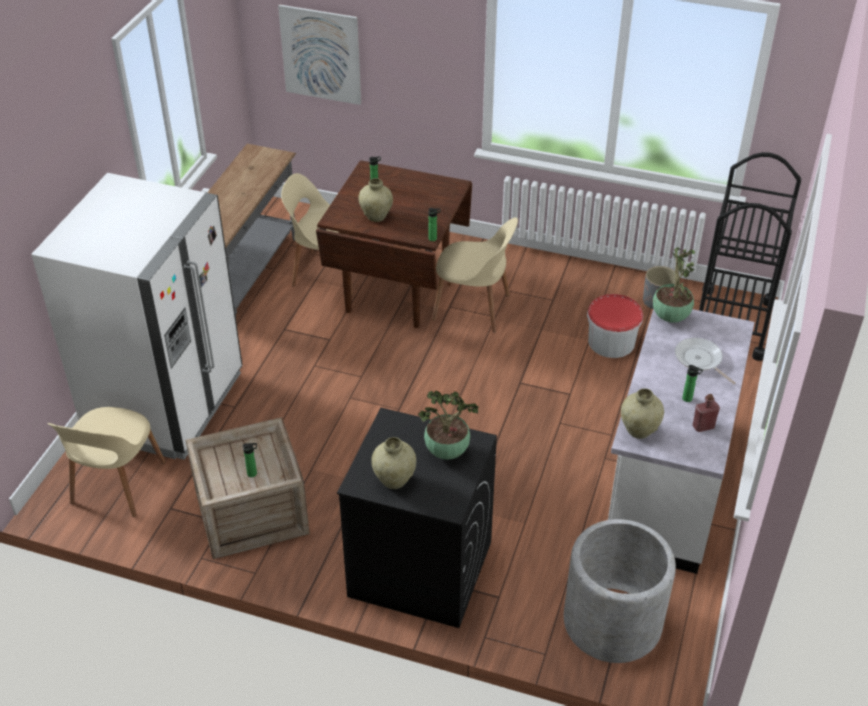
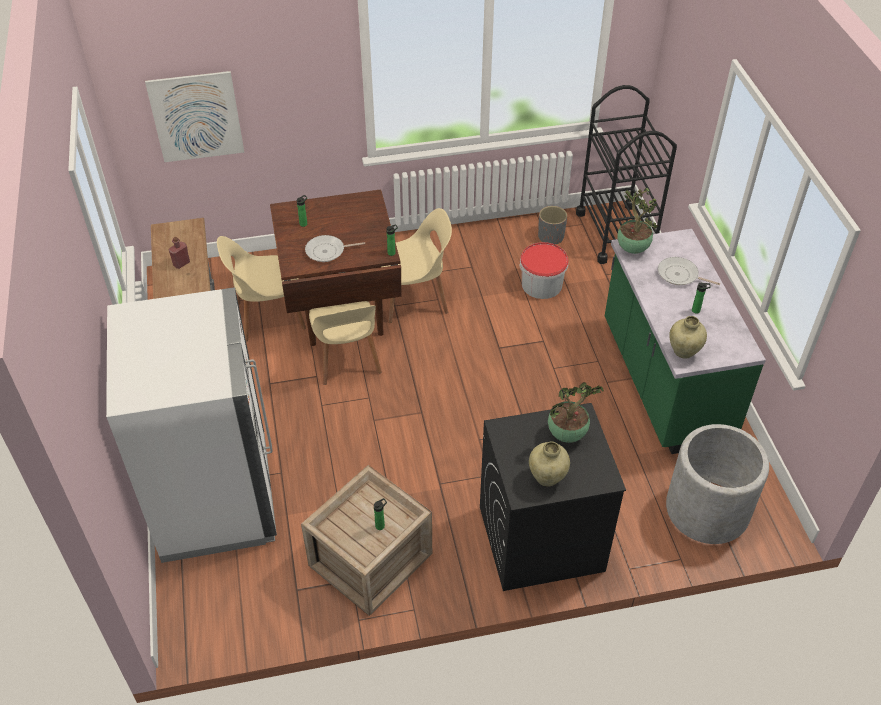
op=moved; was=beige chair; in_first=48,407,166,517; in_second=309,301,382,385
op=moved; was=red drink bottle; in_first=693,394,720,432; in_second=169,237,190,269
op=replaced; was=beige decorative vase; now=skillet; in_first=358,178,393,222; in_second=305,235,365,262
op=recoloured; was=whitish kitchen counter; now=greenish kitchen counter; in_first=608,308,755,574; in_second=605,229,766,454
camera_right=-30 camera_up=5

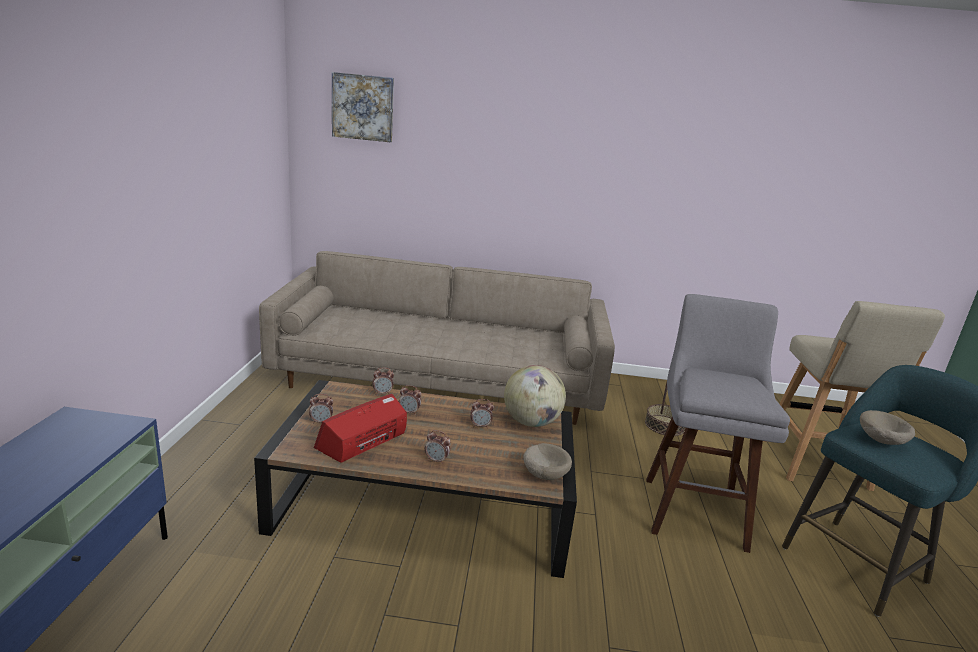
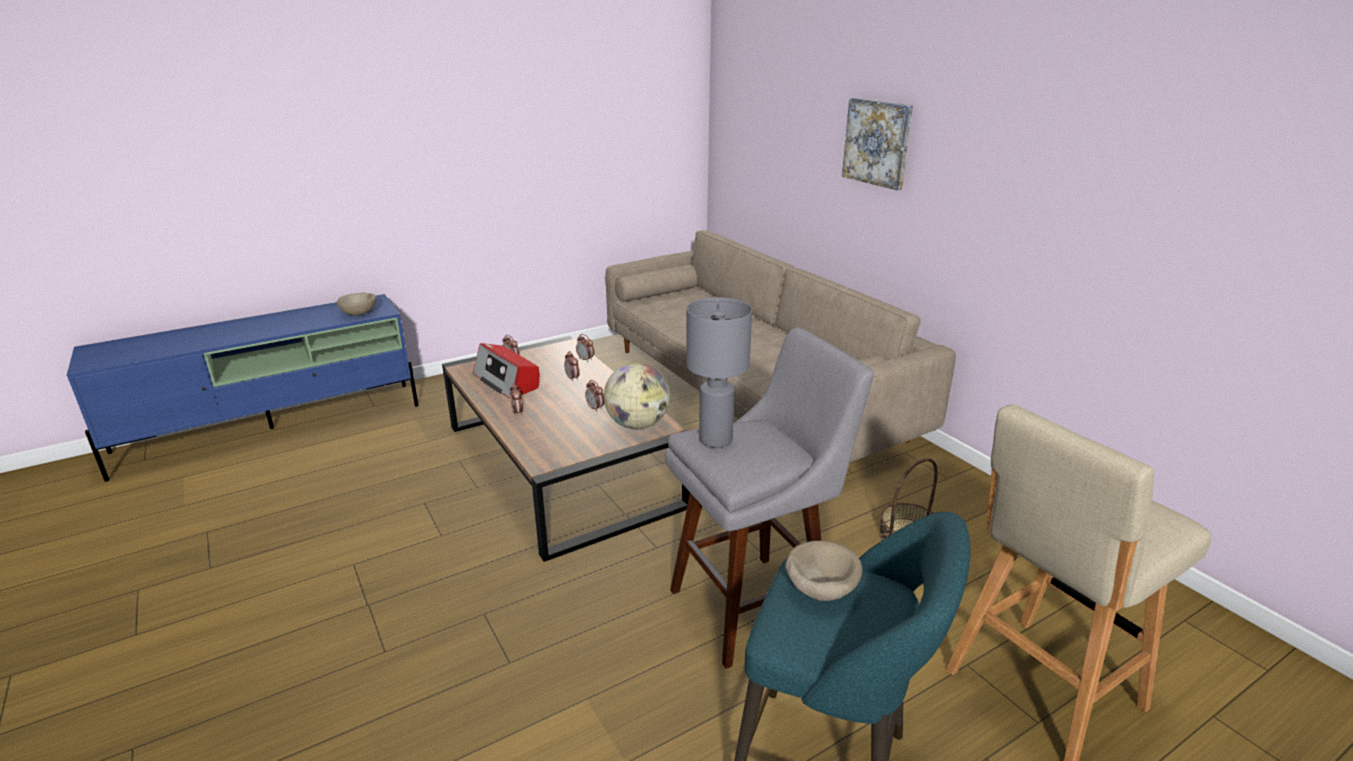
op=added; now=grey lamp for a table; in_second=686,297,752,448
op=moved; was=wall picture; in_first=332,72,394,142; in_second=842,98,913,190
op=moved; was=beige serving bowl; in_first=524,443,572,480; in_second=337,292,376,316
op=turned; was=radio; in_first=314,394,407,463; in_second=473,343,540,398; clockwise=-135
camera_right=55 camera_up=5

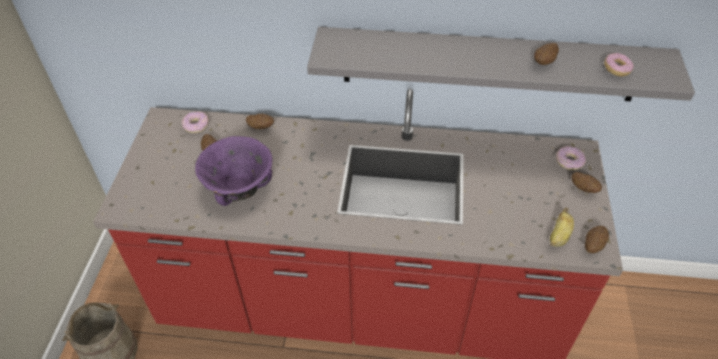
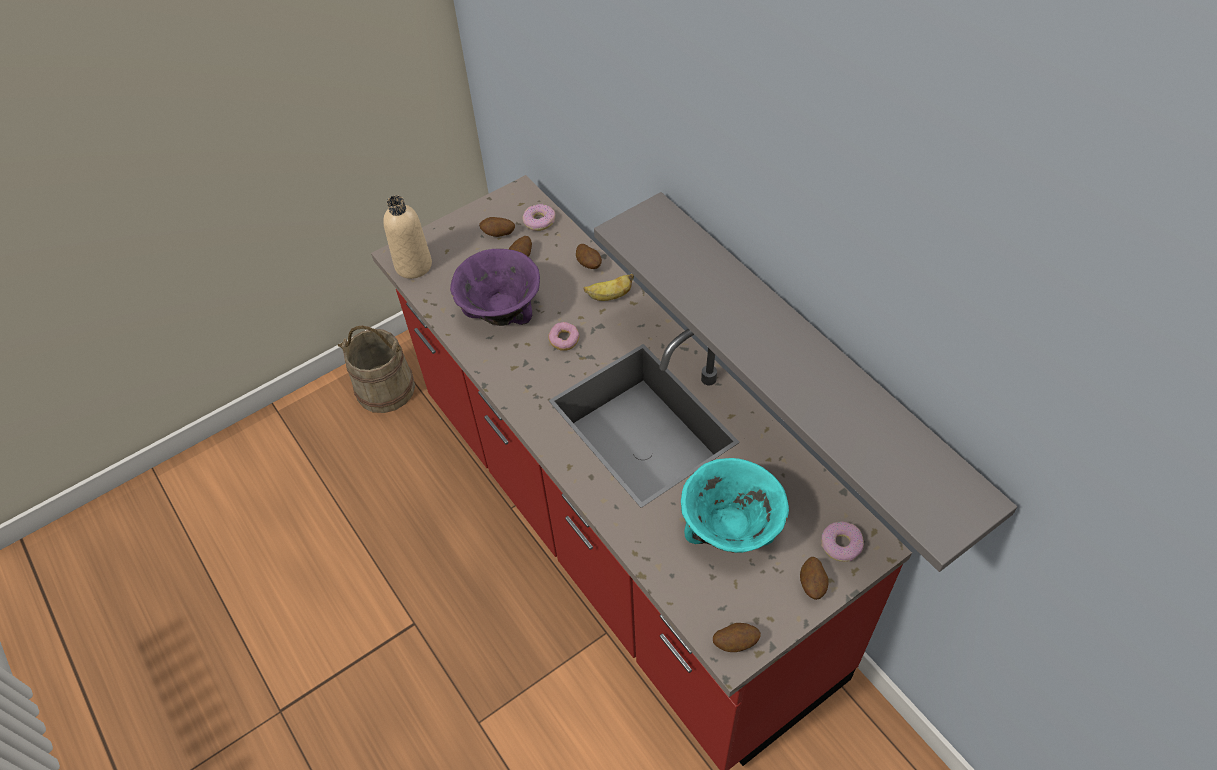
op=added; now=beige drink bottle; in_second=383,195,432,279
op=added; now=turquoise serving bowl; in_second=681,458,789,553
op=moved; was=spud; in_first=534,43,559,65; in_second=479,217,515,237
op=moved; was=whole banana; in_first=550,207,574,247; in_second=583,274,634,301
op=moved; was=donut; in_first=604,53,634,76; in_second=548,322,579,351
camera_right=50 camera_up=5

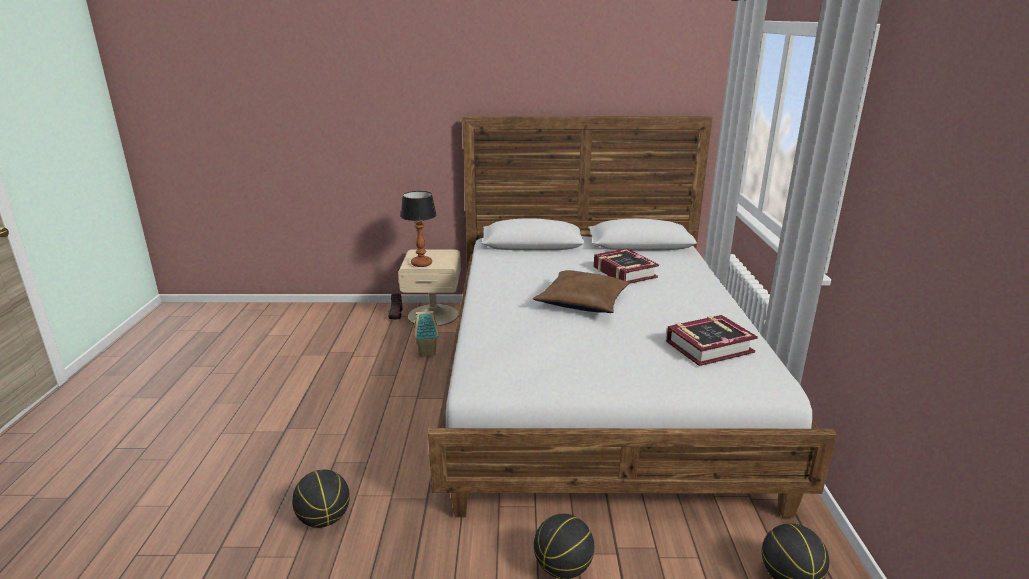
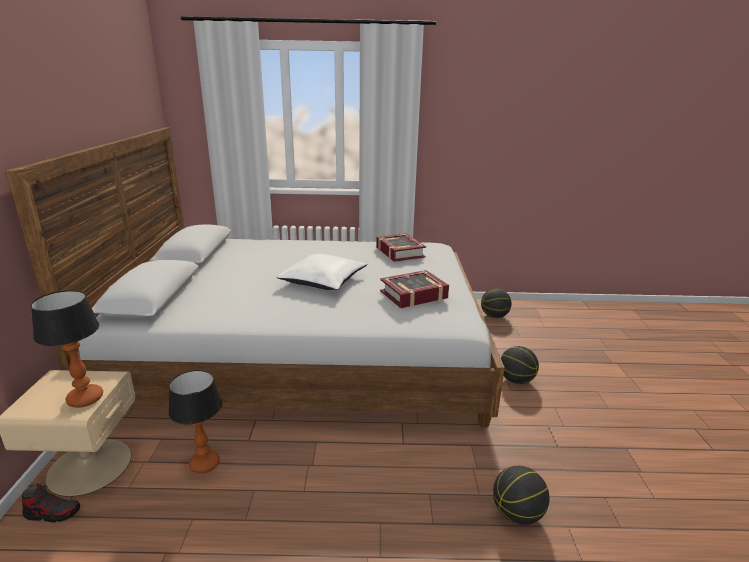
op=moved; was=book; in_first=594,248,659,284; in_second=380,270,449,308
op=replaced; was=toy house; now=lamp for a table; in_first=414,311,439,357; in_second=168,370,222,474
op=recoloured; was=brown-coloured throw pillow; now=whitish throw pillow; in_first=533,270,630,313; in_second=277,254,368,290
camera_right=-90 camera_up=0

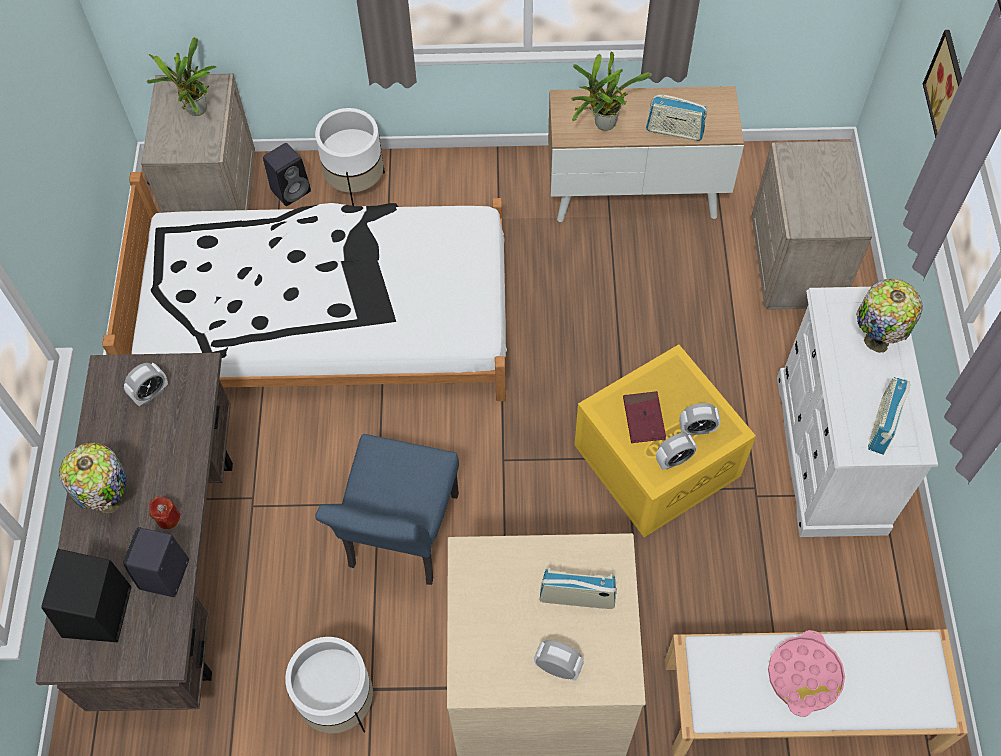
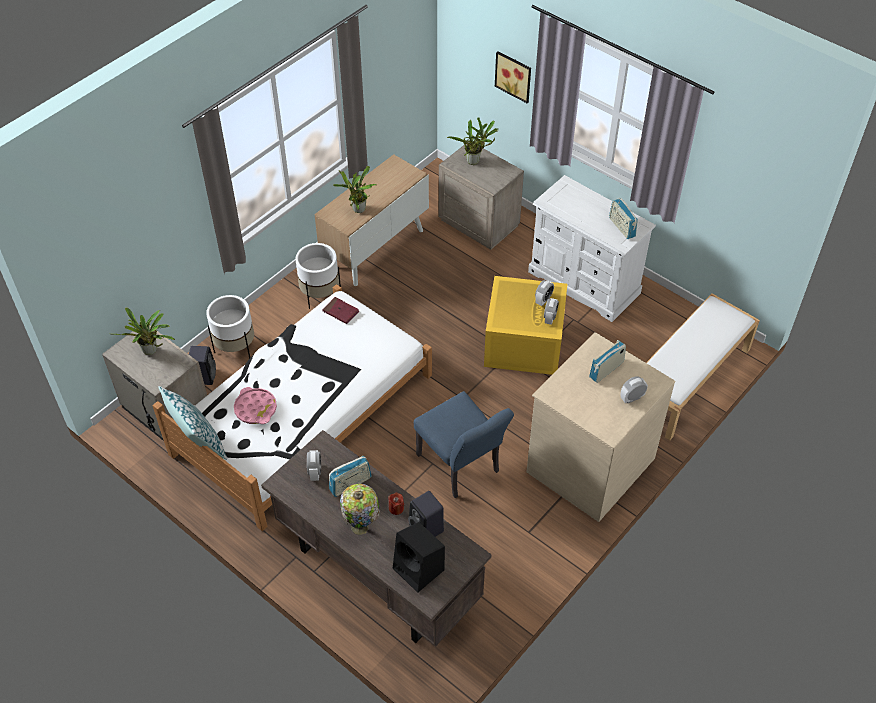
op=removed; was=lamp for a table; in_first=856,279,923,353
op=added; now=throw pillow; in_second=158,386,227,460
op=added; now=plant in a pot; in_second=447,117,498,165
op=moved; was=whitish planter; in_first=285,637,373,734; in_second=295,243,341,309
op=moved; was=red book; in_first=623,391,666,443; in_second=322,297,359,324
op=moved; was=radio; in_first=646,95,707,141; in_second=329,456,372,497
op=moved; was=pink-coloured serving tray; in_first=768,630,845,717; in_second=234,387,277,424
camera_right=-50 camera_up=-10

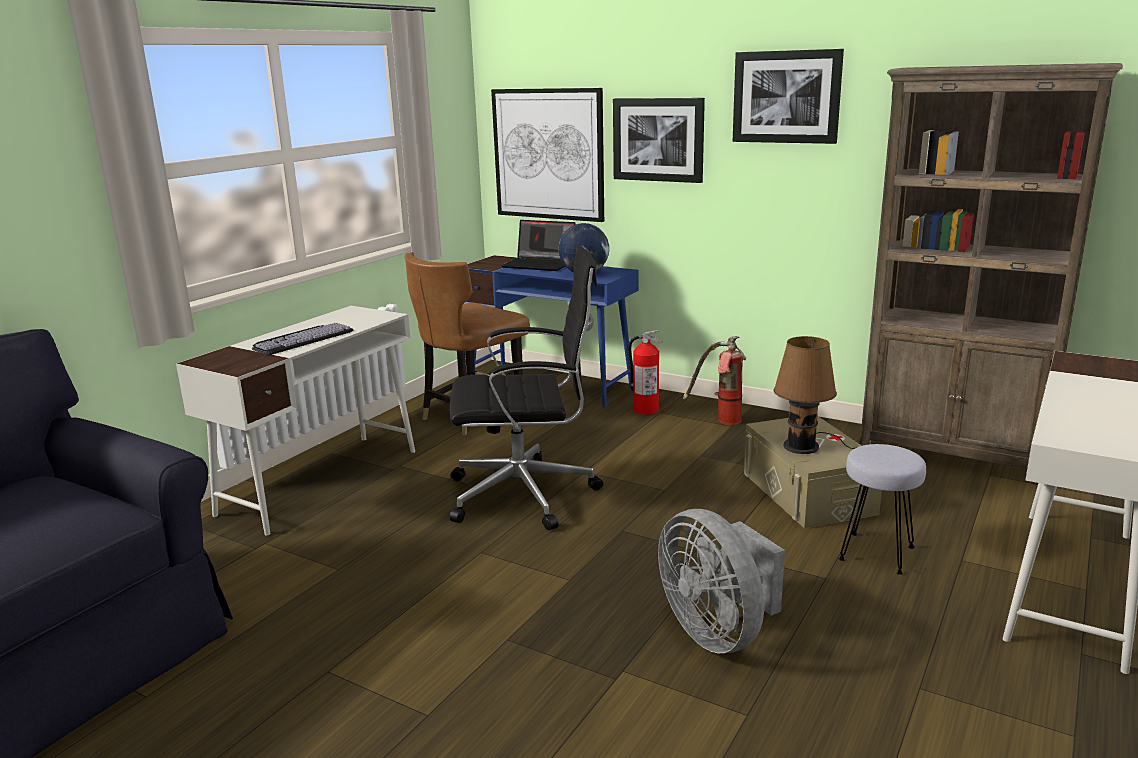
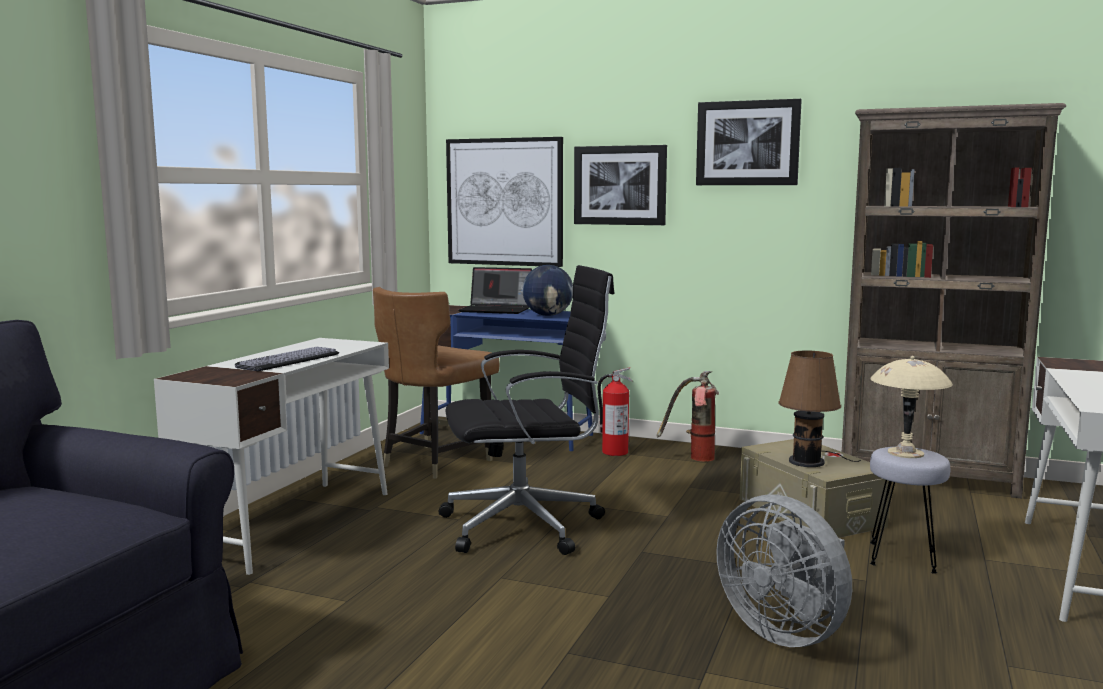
op=added; now=beige lamp for a table; in_second=870,356,953,458
camera_right=-10 camera_up=-10

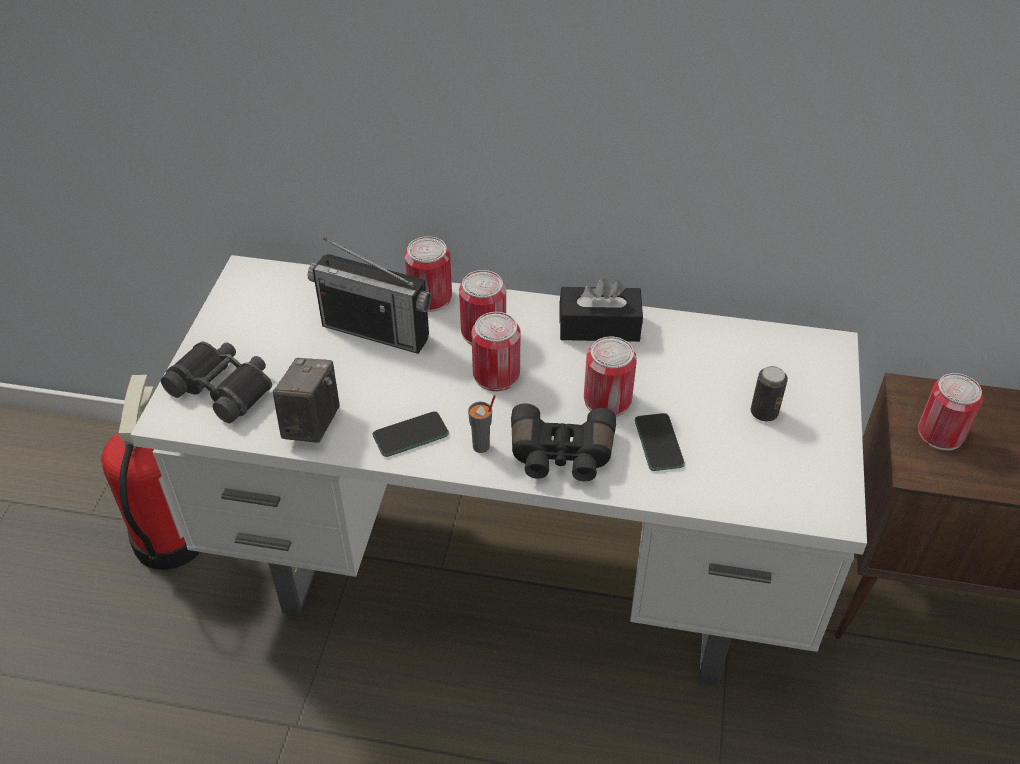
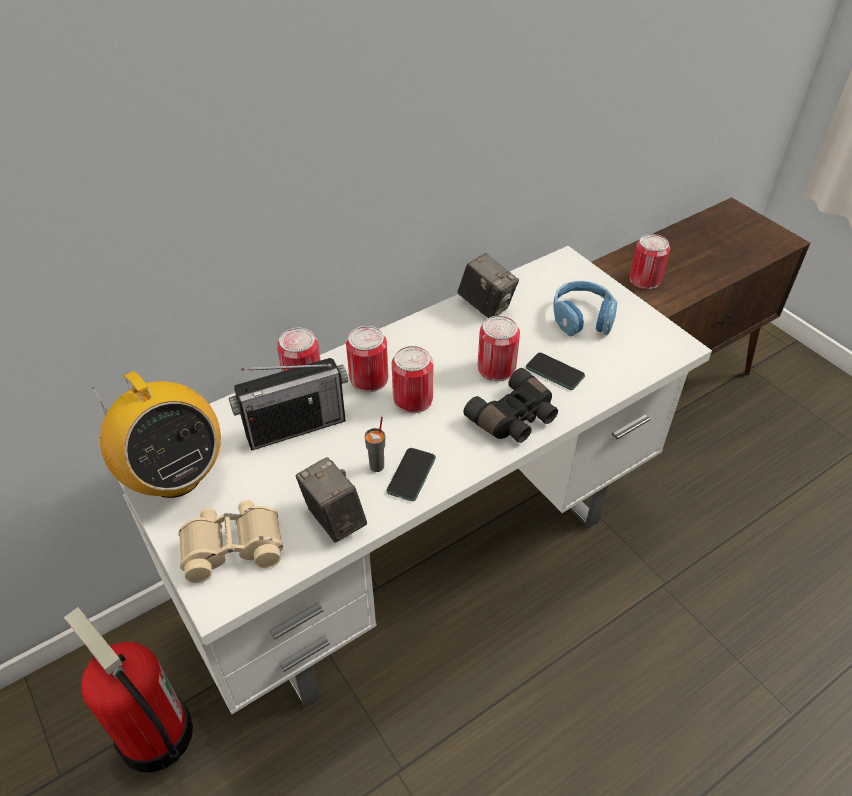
op=removed; was=black-coloured tissue box; in_first=560,277,643,342
op=added; now=radio; in_second=92,371,221,498
op=added; now=still camera; in_second=457,253,519,318
op=moved; was=grey drinking cup; in_first=468,395,496,453; in_second=364,417,385,472
op=replaced; was=can; now=blue-coloured headset; in_first=751,366,788,421; in_second=553,281,617,336
op=recoloured; was=black-coloured field glasses; now=beige field glasses; in_first=161,342,272,423; in_second=178,500,283,583
camera_right=-45 camera_up=0

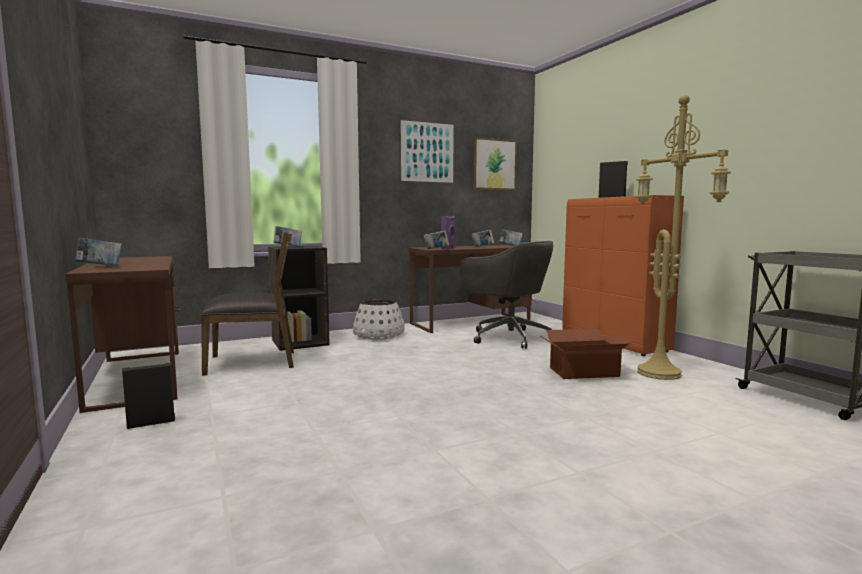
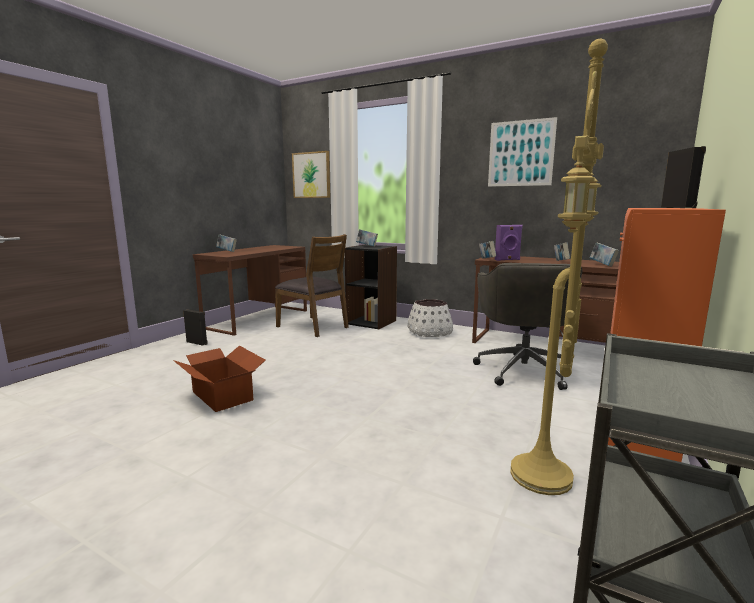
op=moved; was=wall picture; in_first=473,137,517,190; in_second=292,151,330,198
op=moved; was=packing box; in_first=542,329,633,379; in_second=173,345,266,412
camera_right=55 camera_up=5

